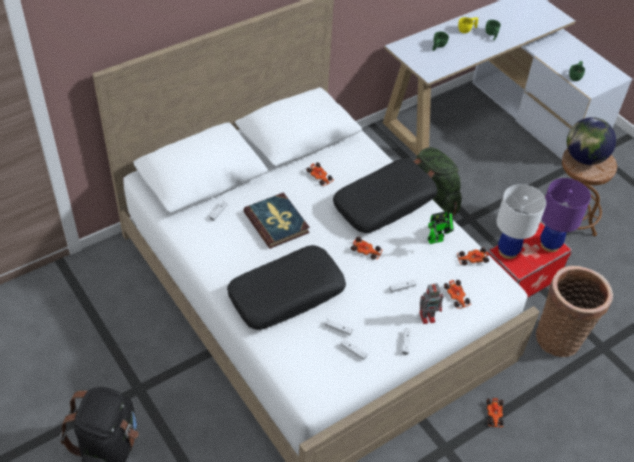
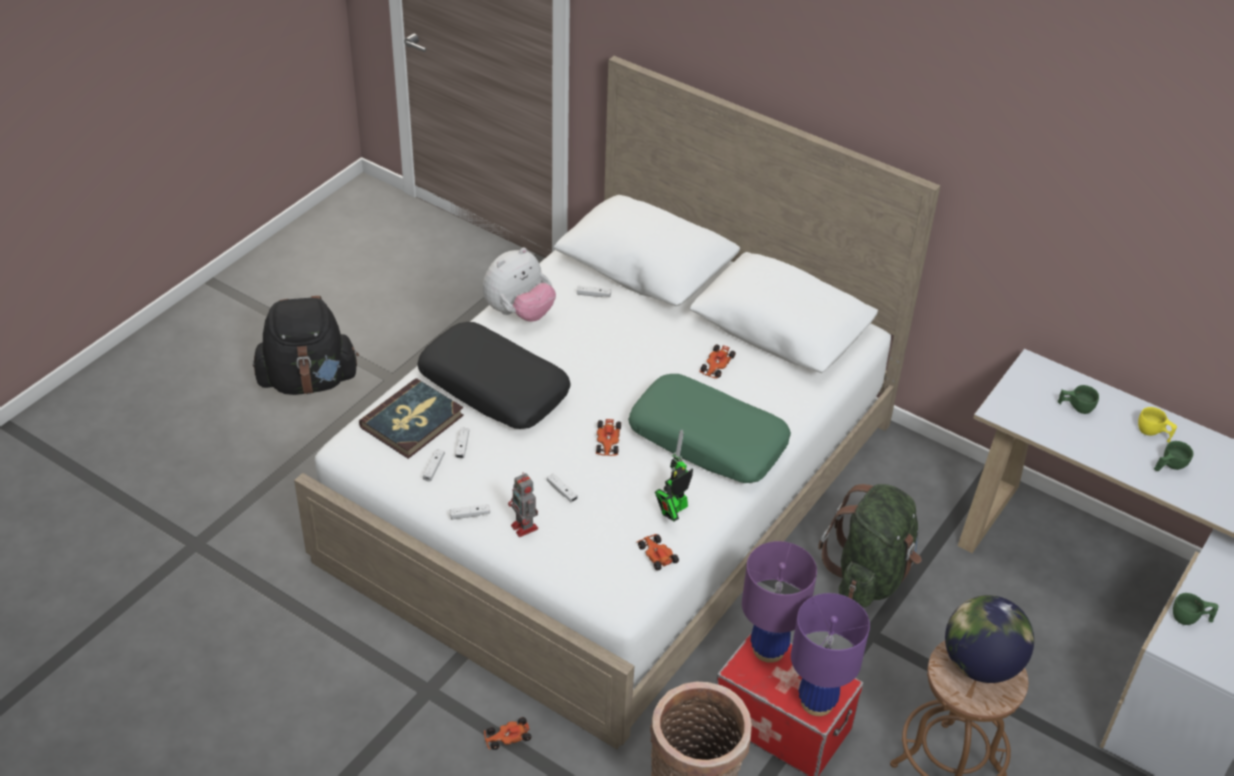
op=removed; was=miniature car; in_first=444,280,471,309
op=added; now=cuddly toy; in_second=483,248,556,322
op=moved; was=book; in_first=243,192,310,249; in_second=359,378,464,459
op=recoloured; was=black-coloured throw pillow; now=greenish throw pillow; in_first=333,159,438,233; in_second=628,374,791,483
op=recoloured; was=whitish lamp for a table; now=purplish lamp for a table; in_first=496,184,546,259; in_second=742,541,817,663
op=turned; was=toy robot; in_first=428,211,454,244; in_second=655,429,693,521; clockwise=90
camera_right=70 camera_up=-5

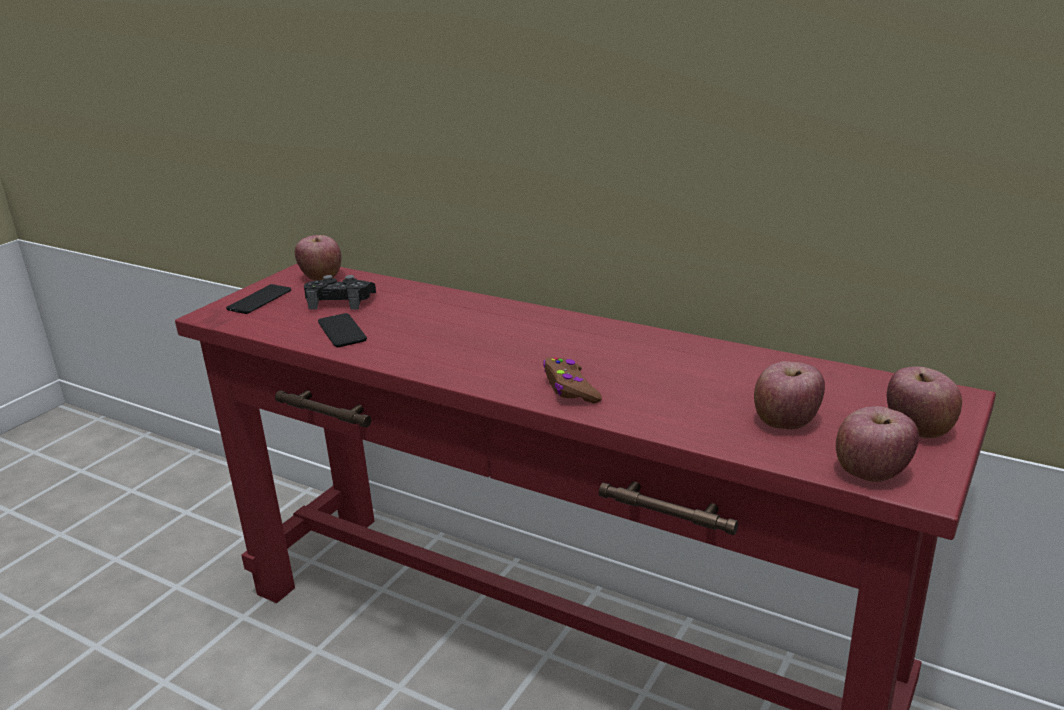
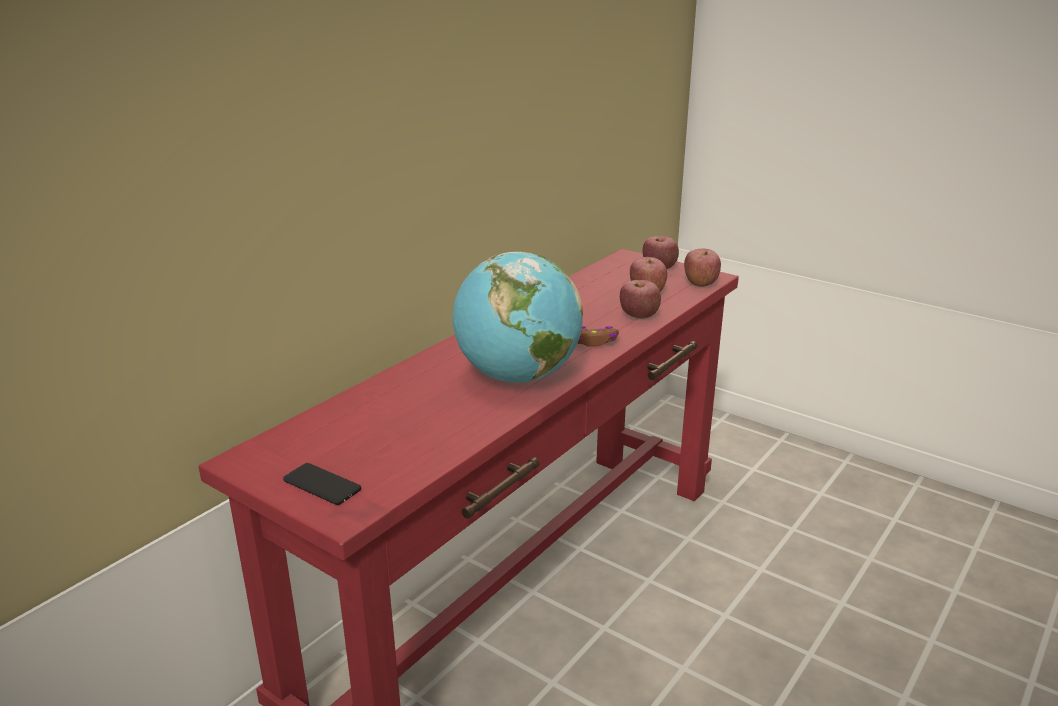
op=removed; was=black-coloured gamepad; in_first=304,275,376,310
op=removed; was=telephone; in_first=318,313,367,347
op=added; now=desk globe; in_second=453,252,583,383
op=moved; was=whole apple; in_first=295,235,341,281; in_second=620,280,661,319
camera_right=-85 camera_up=0

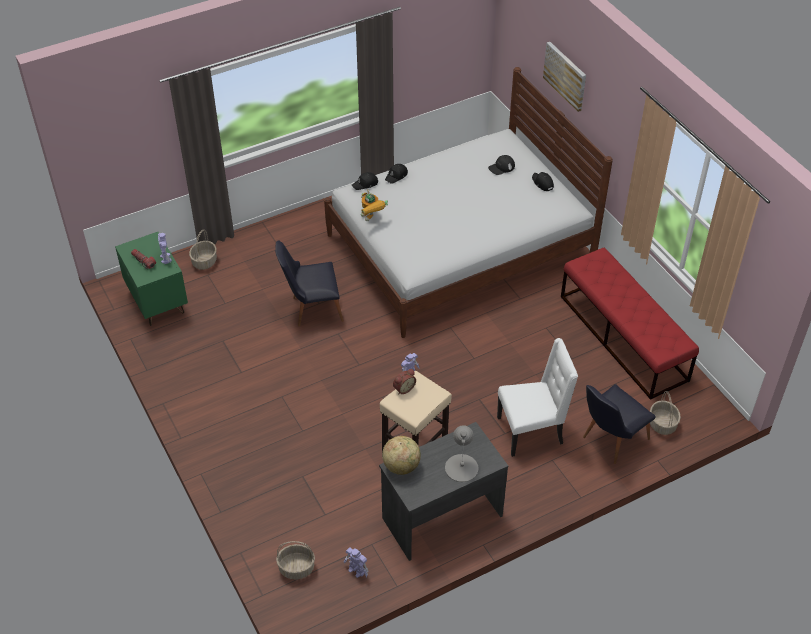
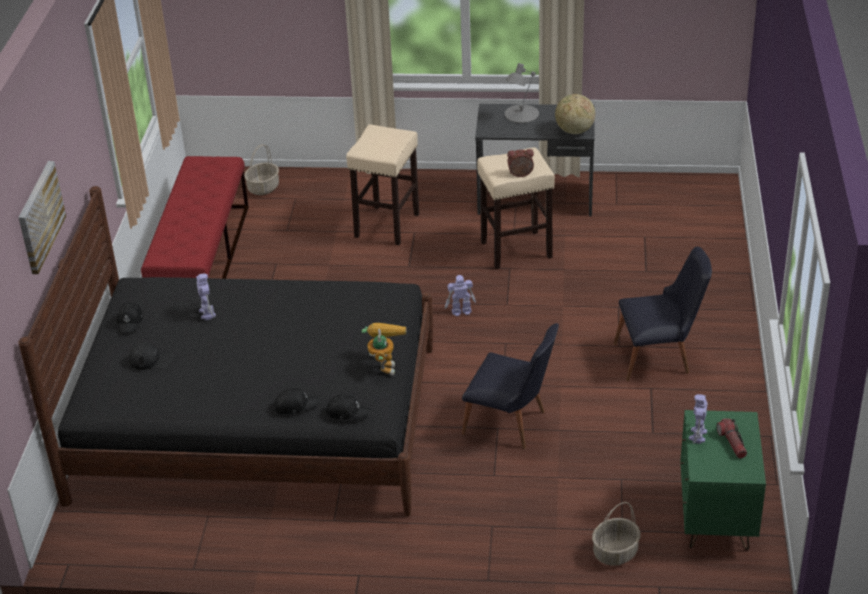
op=removed; was=storage basket; in_first=276,541,315,579
op=moved; was=toy robot; in_first=344,548,368,578; in_second=196,273,216,320
op=moved; was=black-coloured chair; in_first=583,384,656,464; in_second=614,247,712,382
op=replaced; was=whitish chair; now=beige stool seat; in_first=497,338,578,457; in_second=346,125,419,245
op=recoloured; was=whitish bed; now=black-coloured bed; in_first=324,67,613,338; in_second=18,186,433,516
camera_right=-145 camera_up=-10

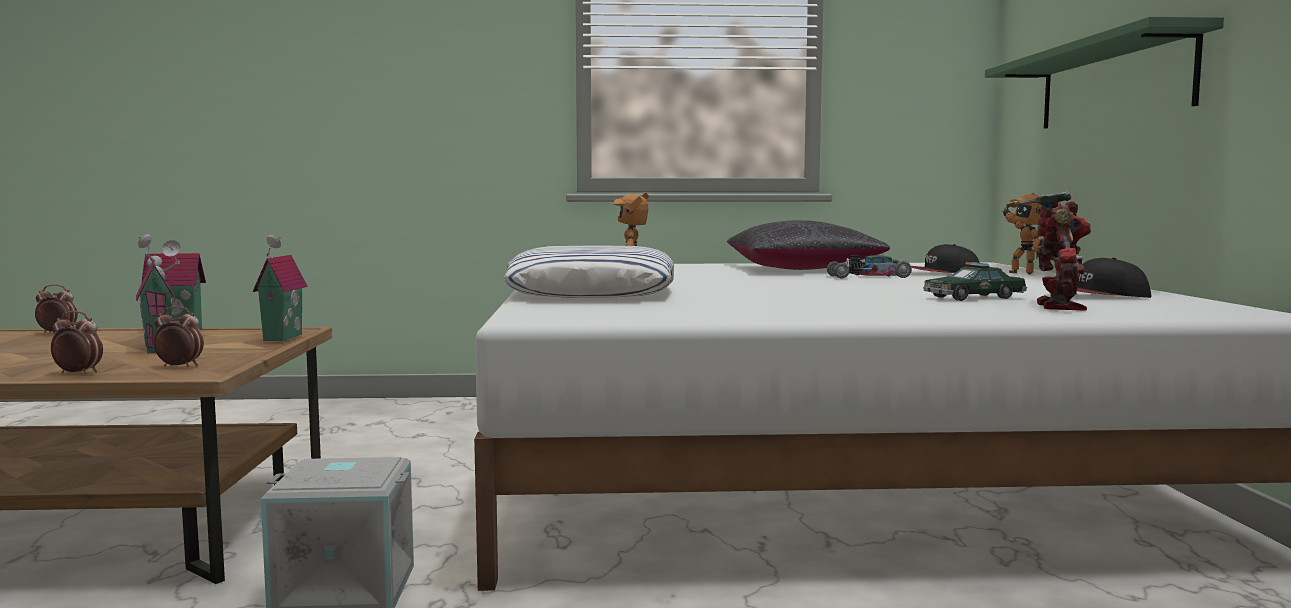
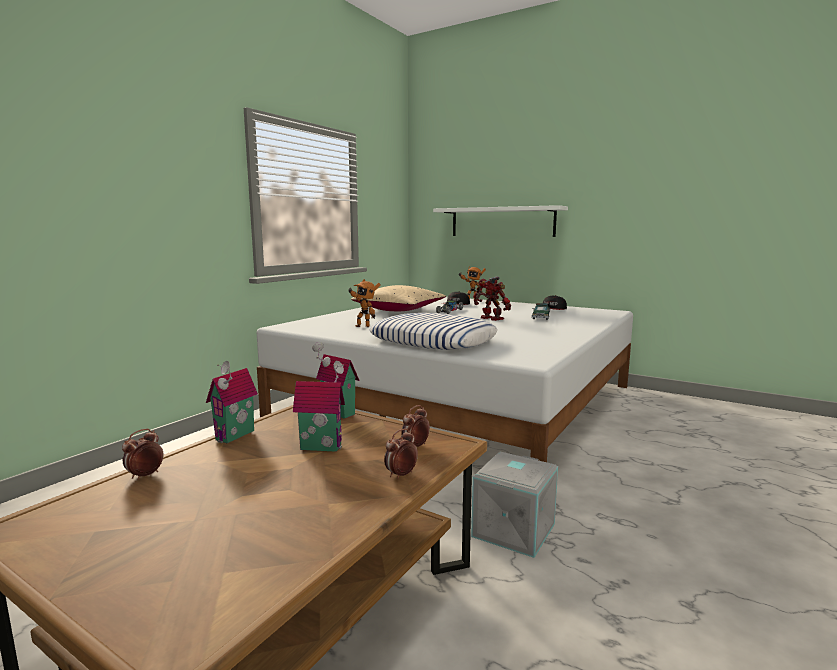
op=moved; was=toy robot; in_first=1006,191,1091,311; in_second=473,276,511,321
op=recoloured; was=black-coloured throw pillow; now=beige throw pillow; in_first=727,220,890,270; in_second=351,285,446,311
op=recoloured; was=greenish shelf; now=whitish shelf; in_first=985,16,1224,129; in_second=433,205,568,237
camera_right=-55 camera_up=5

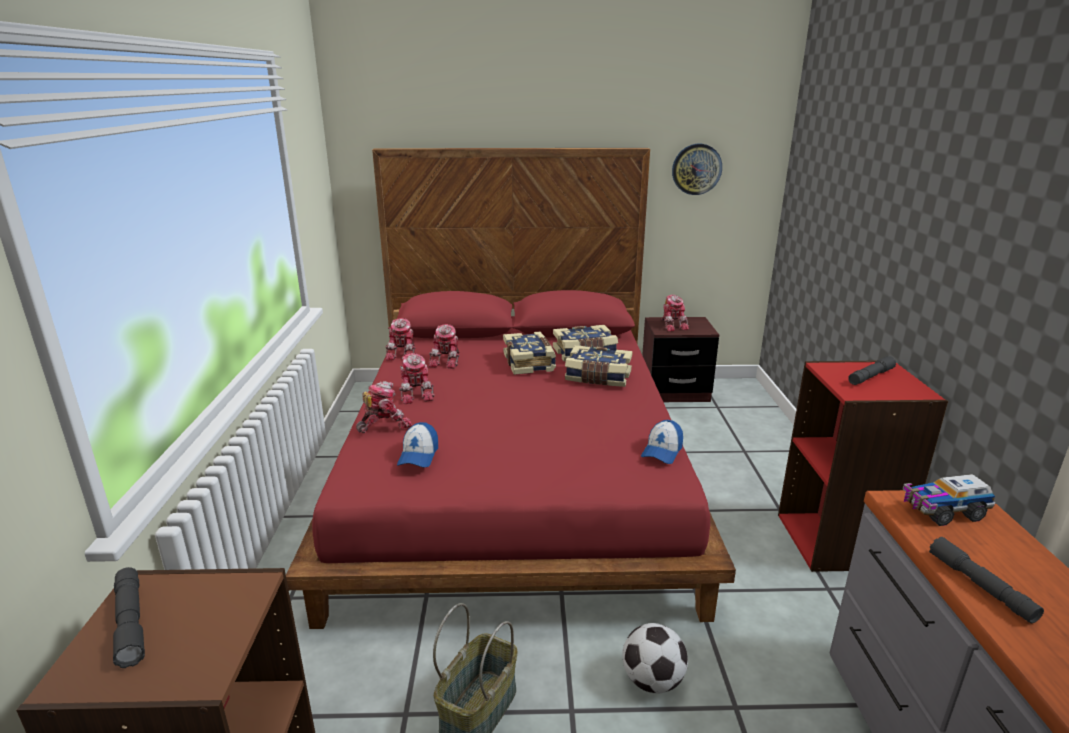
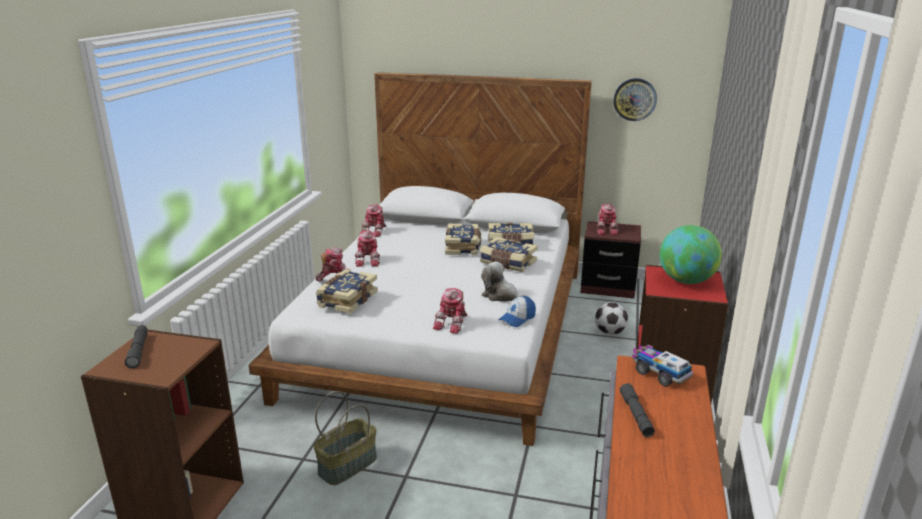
op=added; now=cuddly toy; in_second=481,261,528,302
op=moved; was=toy robot; in_first=429,324,460,369; in_second=433,288,468,334
op=moved; was=ball for football; in_first=622,623,688,694; in_second=595,302,628,335
op=replaced; was=baseball cap; now=book; in_first=397,422,438,468; in_second=316,269,378,314
op=replaced; was=grey torch; now=desk globe; in_first=848,356,896,385; in_second=660,225,722,284
op=recoloured; was=red bed; now=whitish bed; in_first=286,148,736,629; in_second=249,72,592,446
op=turned; was=toy lorry; in_first=903,474,995,526; in_second=632,345,693,386; clockwise=45
camera_right=15 camera_up=0

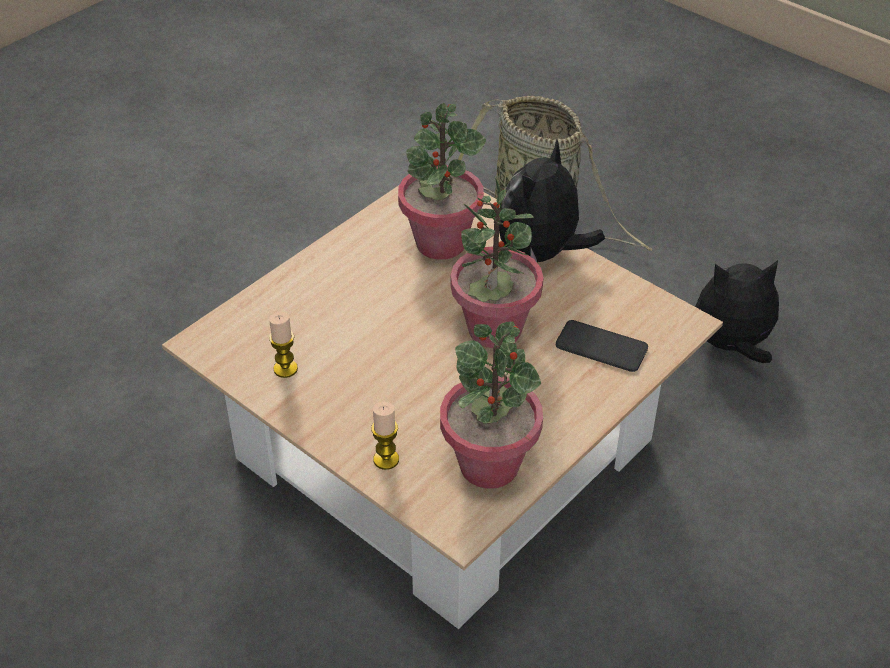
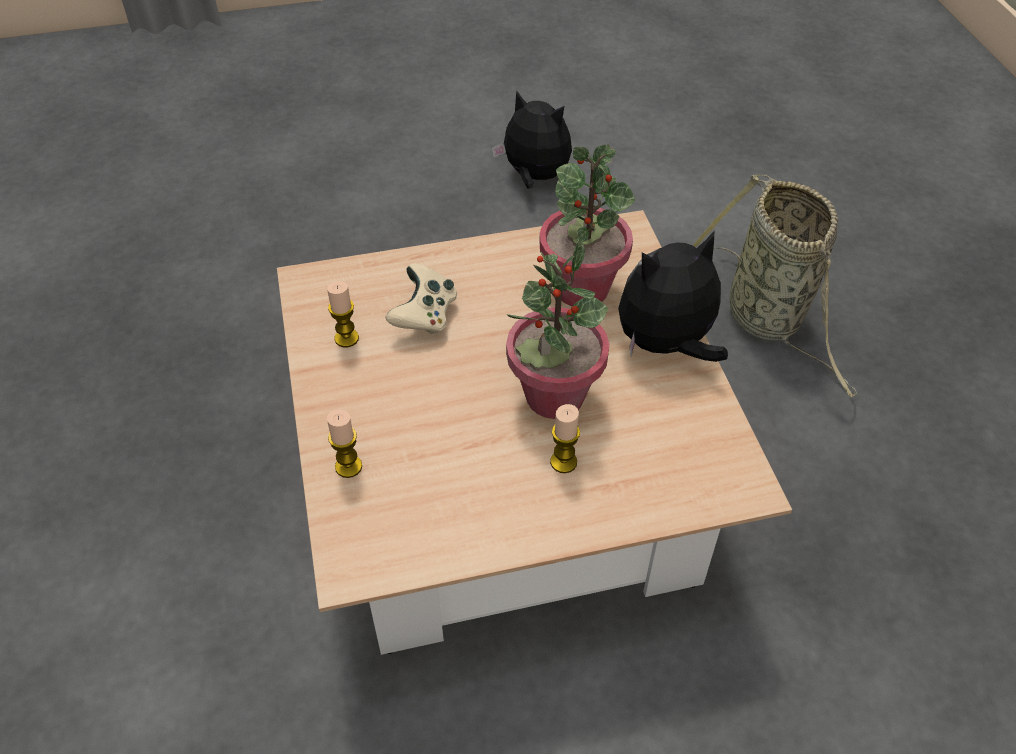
op=removed; was=plant in a pot; in_first=440,321,543,489
op=removed; was=telephone; in_first=556,320,648,372
op=added; now=beige gamepad; in_second=385,263,457,335
op=added; now=wax light; in_second=550,404,580,473
op=moved; was=cuddly toy; in_first=695,260,779,363; in_second=492,91,572,189
camera_right=35 camera_up=5

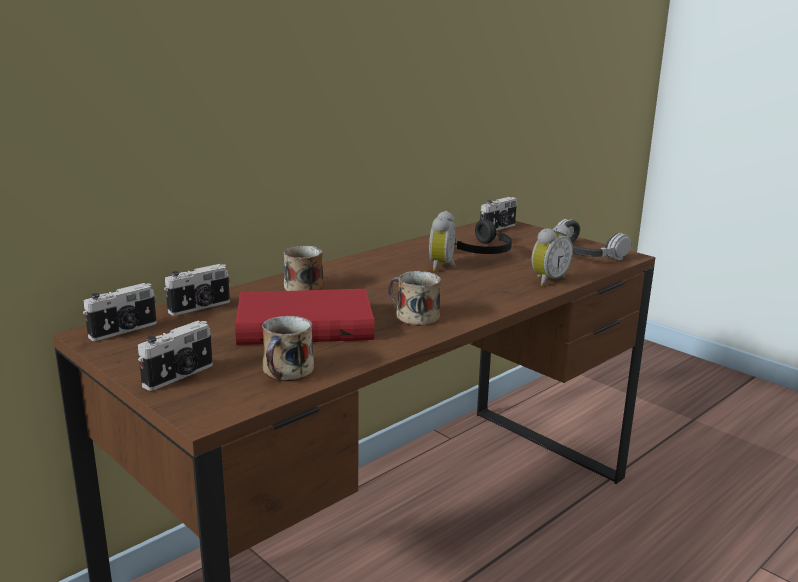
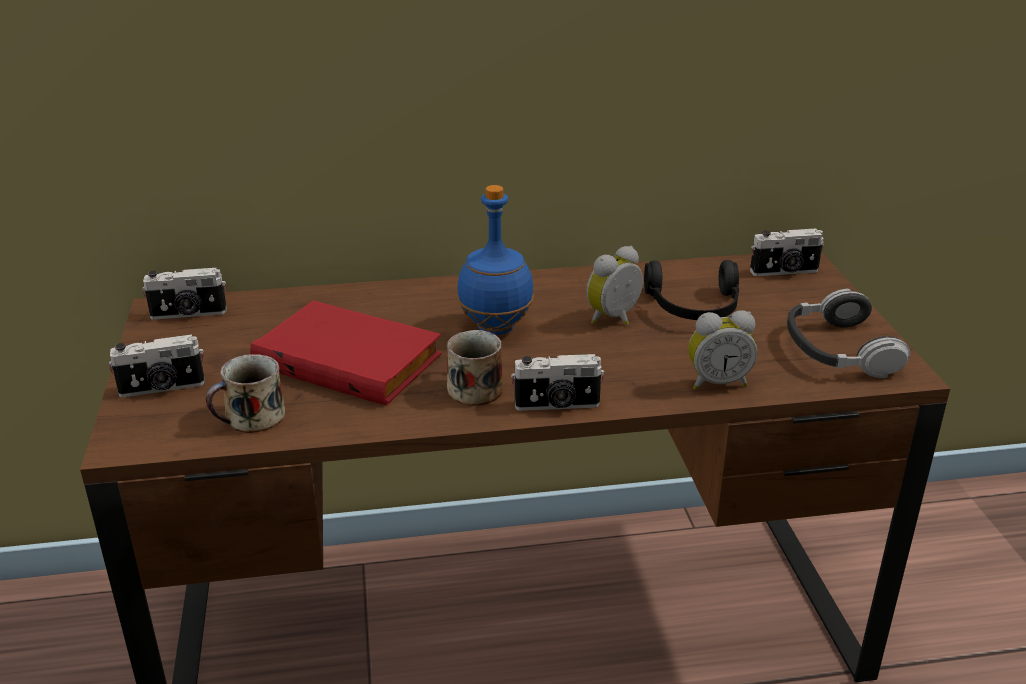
op=removed; was=tea mug; in_first=284,246,324,291
op=added; now=blue-coloured drink bottle; in_second=457,185,534,335
op=moved; was=still camera; in_first=164,264,230,316; in_second=511,354,605,411
camera_right=35 camera_up=10

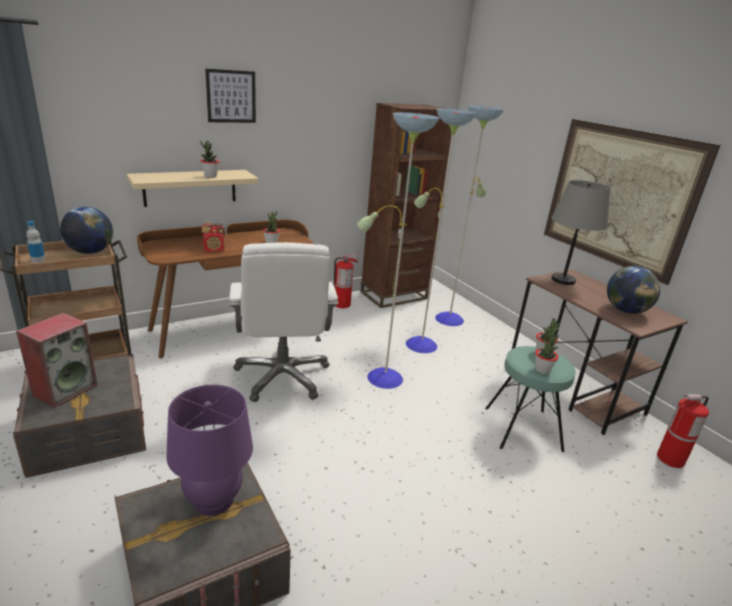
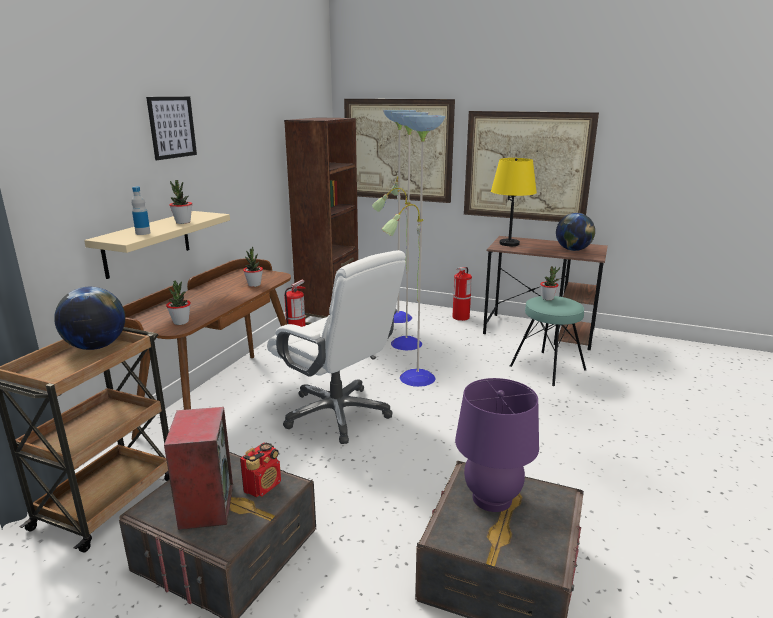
op=added; now=wall picture; in_second=344,99,455,203
op=moved; was=drink bottle; in_first=26,221,46,263; in_second=131,187,151,235
op=moved; was=radio; in_first=202,222,225,252; in_second=240,443,281,497
op=moved; was=plant in a pot; in_first=535,334,559,374; in_second=166,280,191,325
op=moved; was=fire-fighting cylinder; in_first=657,394,709,468; in_second=452,267,472,321
op=recoloured; was=grey lamp for a table; now=yellow lamp for a table; in_first=551,180,610,285; in_second=491,158,537,246
camera_right=-35 camera_up=-5

